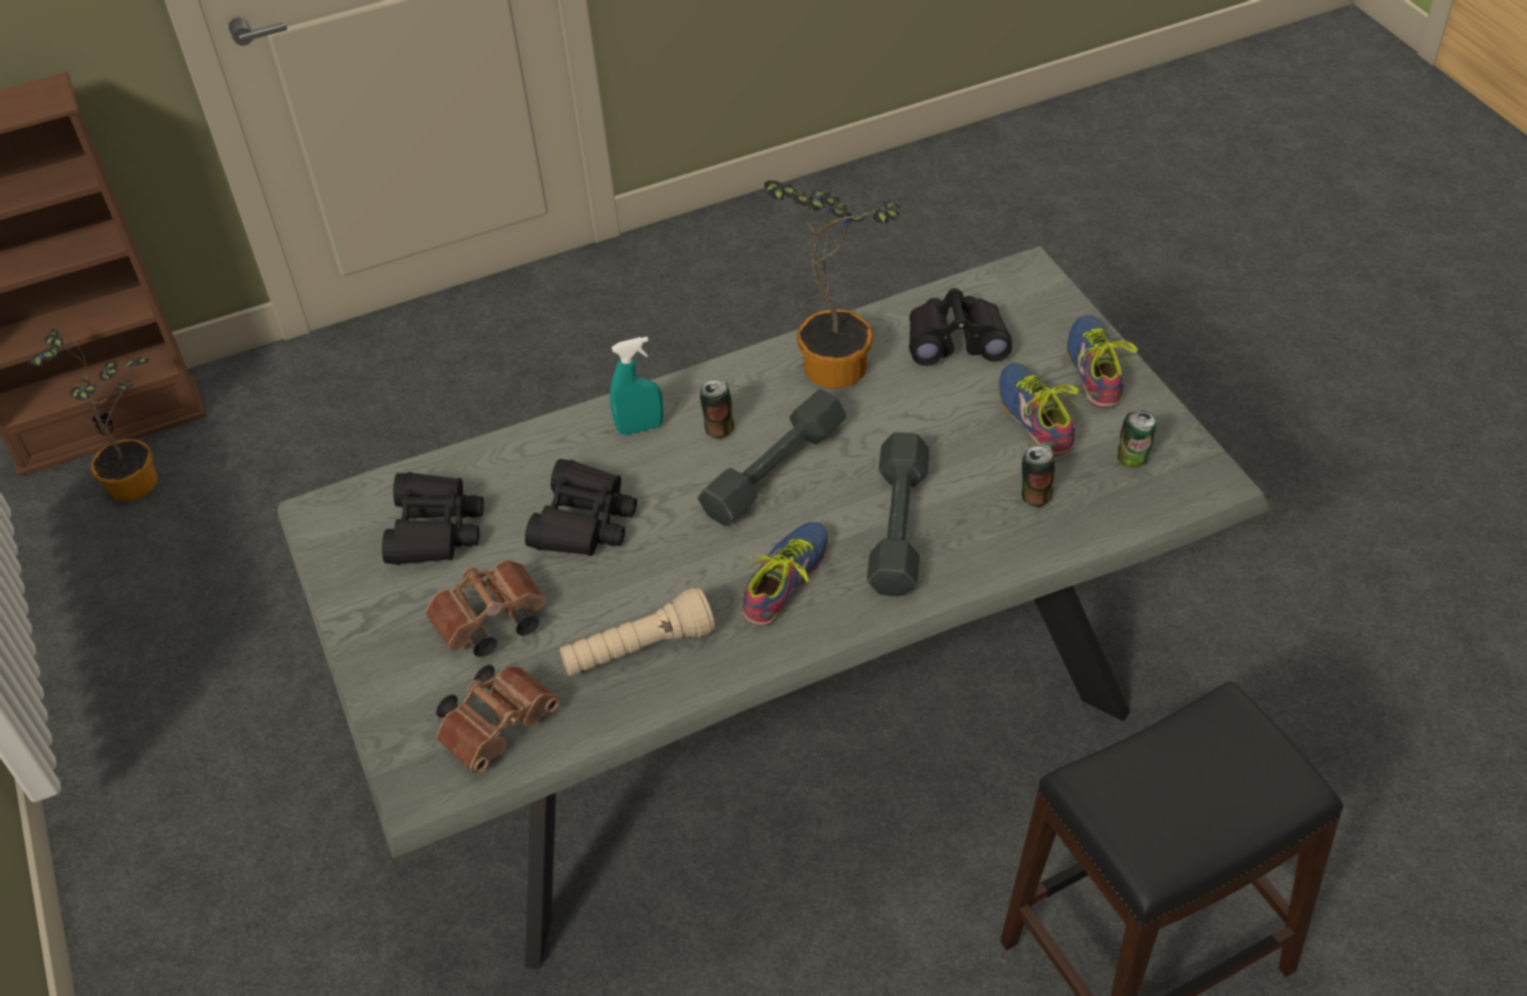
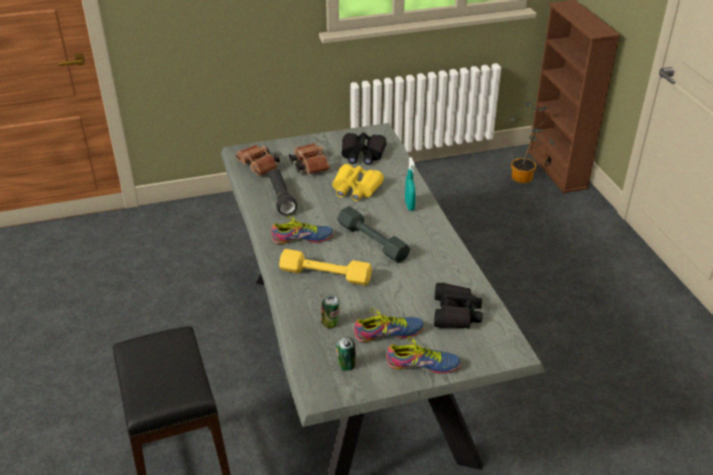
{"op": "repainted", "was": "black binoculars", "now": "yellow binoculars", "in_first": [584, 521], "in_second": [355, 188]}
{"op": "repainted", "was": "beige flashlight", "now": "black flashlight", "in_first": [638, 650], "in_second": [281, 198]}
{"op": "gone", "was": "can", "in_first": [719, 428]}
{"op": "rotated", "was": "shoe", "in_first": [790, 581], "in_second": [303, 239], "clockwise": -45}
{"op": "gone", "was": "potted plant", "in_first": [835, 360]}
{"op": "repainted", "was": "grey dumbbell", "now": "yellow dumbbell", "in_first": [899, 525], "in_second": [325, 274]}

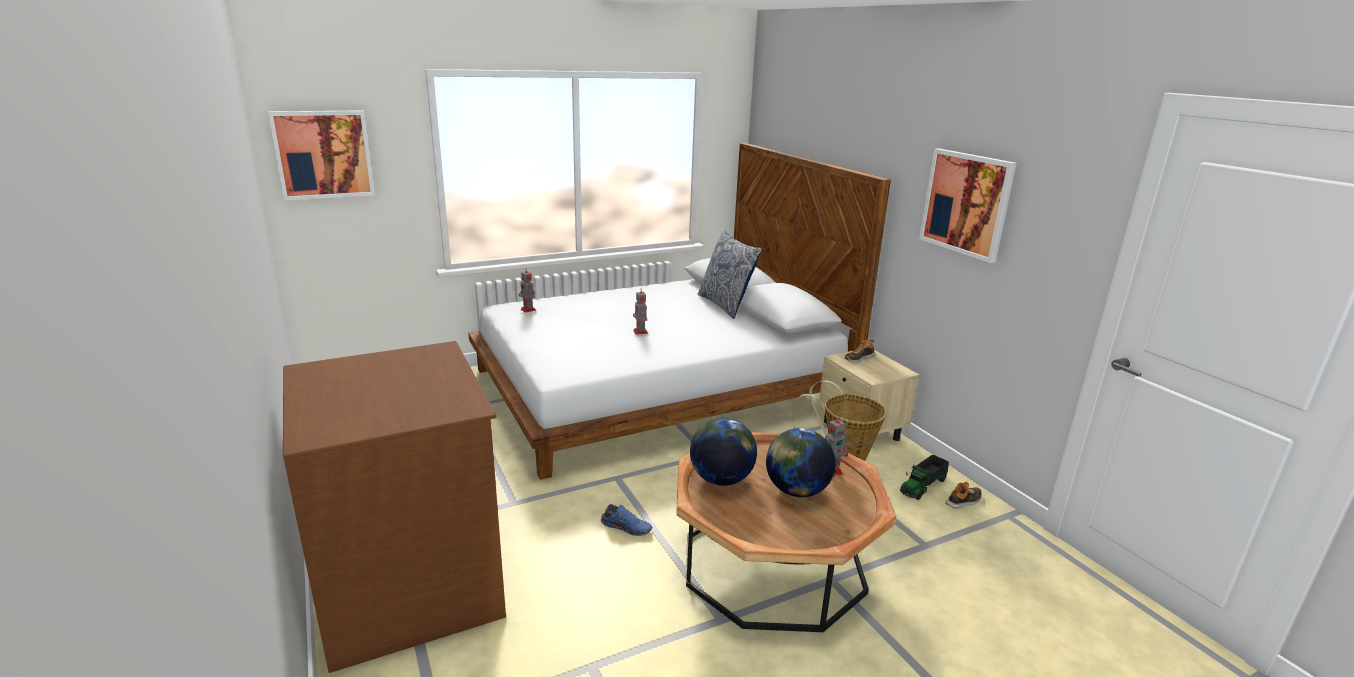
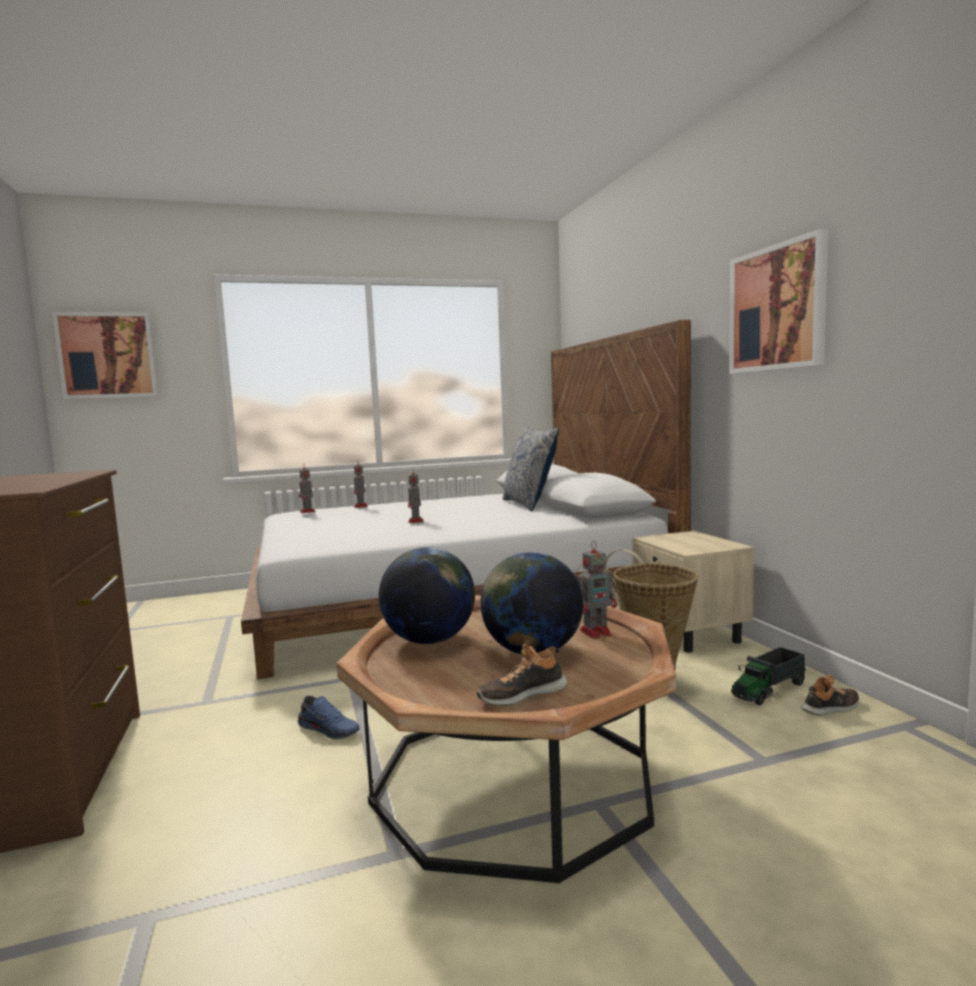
{"op": "shifted", "was": "shoe", "in_first": [859, 358], "in_second": [521, 694]}
{"op": "new", "now": "toy robot", "in_second": [361, 506]}

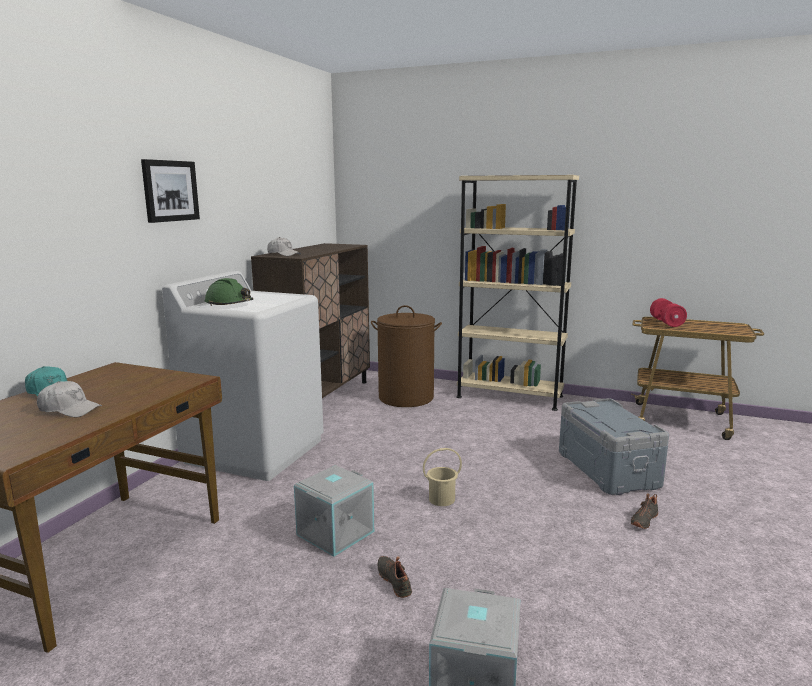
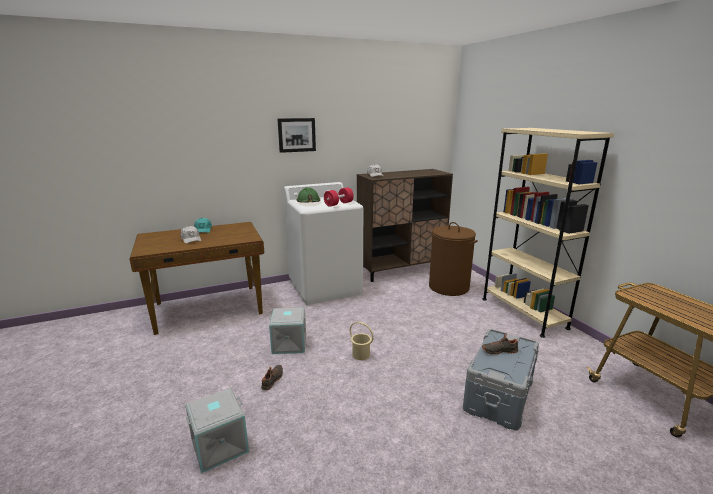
{"op": "shifted", "was": "black shoe", "in_first": [643, 520], "in_second": [499, 350]}
{"op": "shifted", "was": "red dumbbell", "in_first": [666, 322], "in_second": [338, 204]}

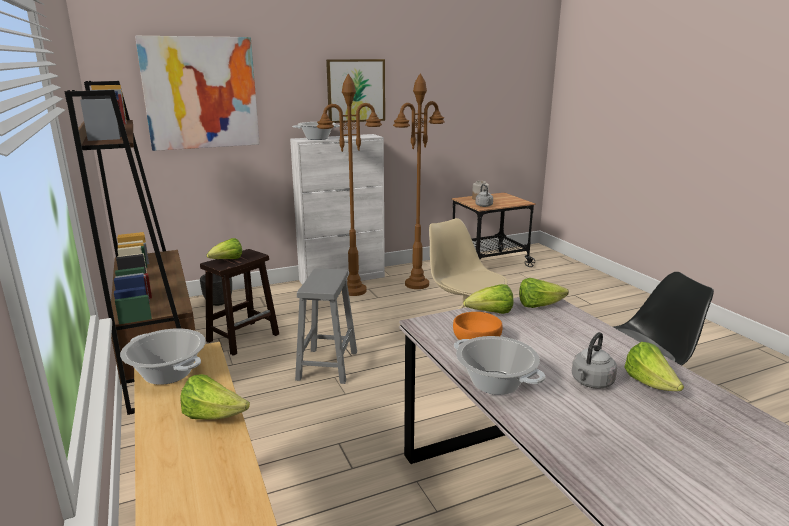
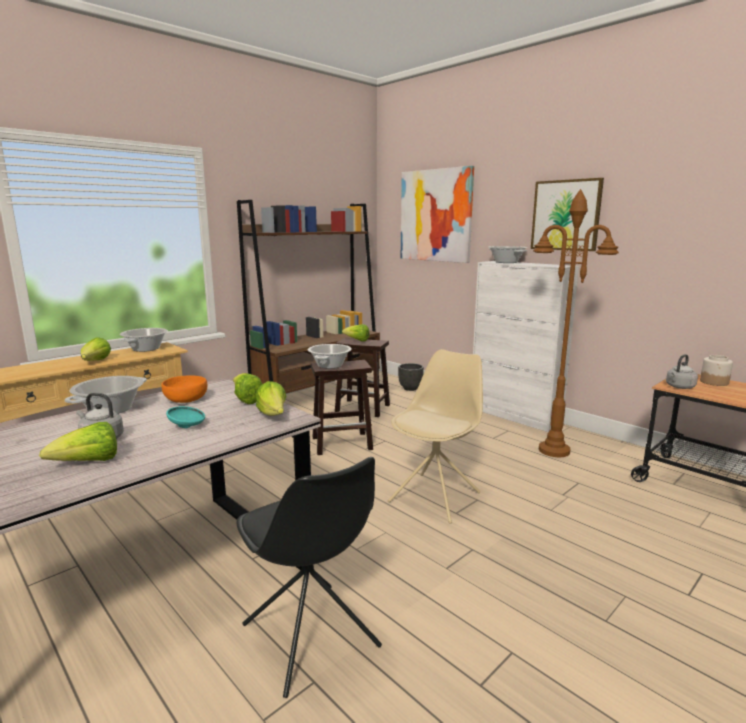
{"op": "repainted", "was": "grey stool", "now": "brown stool", "in_first": [327, 365], "in_second": [343, 443]}
{"op": "gone", "was": "brown floor lamp", "in_first": [354, 291]}
{"op": "new", "now": "turquoise bowl", "in_second": [187, 427]}
{"op": "new", "now": "cooking pot", "in_second": [330, 365]}

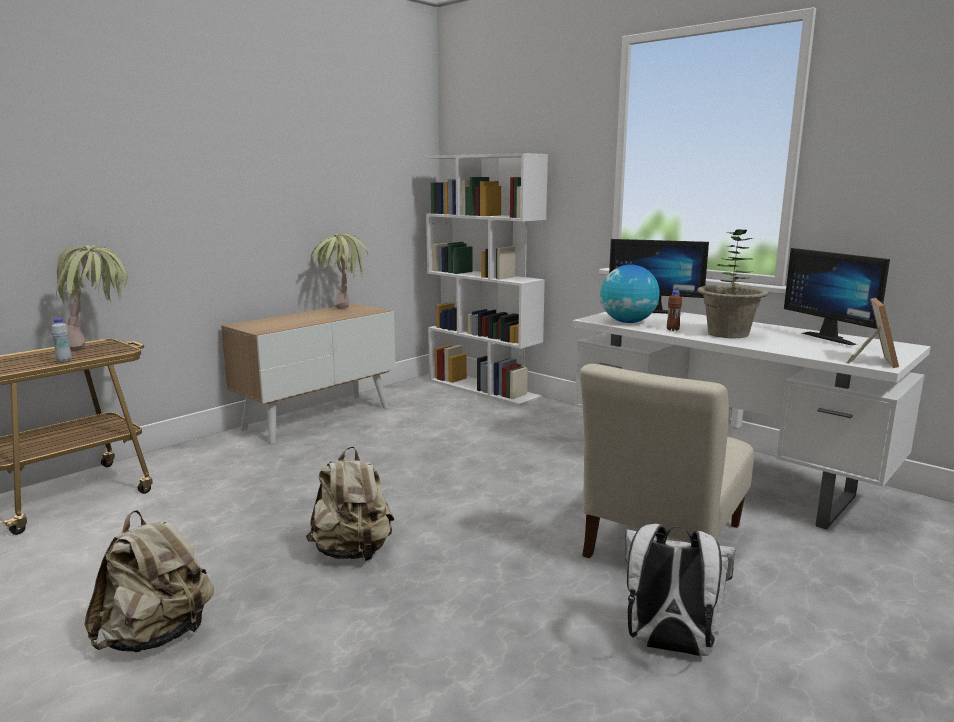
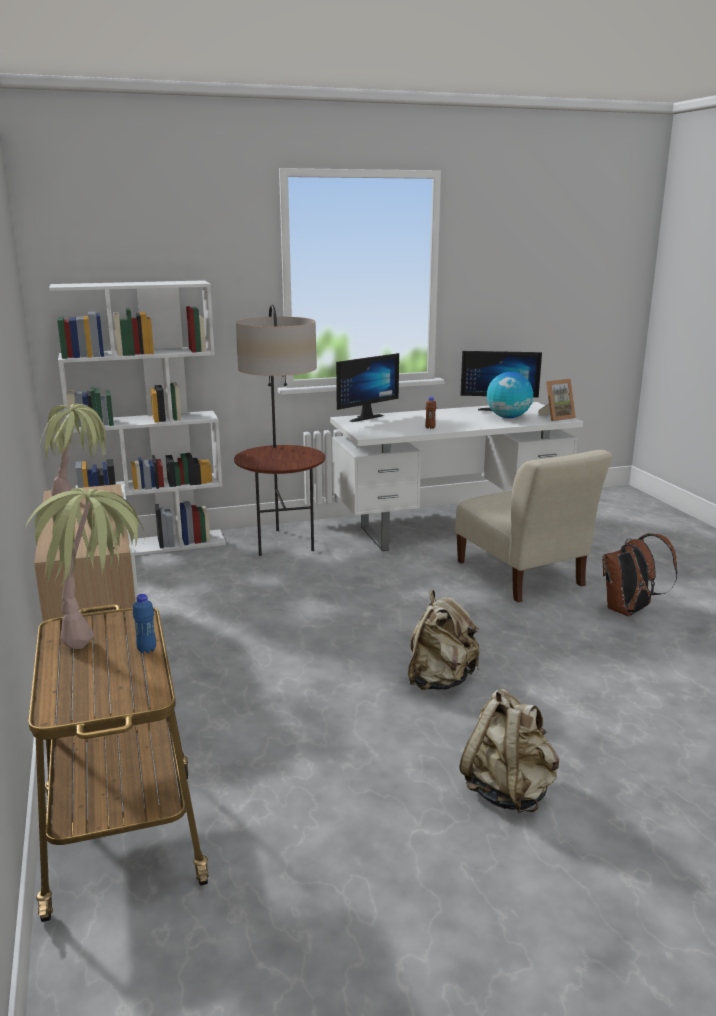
{"op": "repainted", "was": "white bottle", "now": "blue bottle", "in_first": [64, 361], "in_second": [147, 650]}
{"op": "shifted", "was": "globe", "in_first": [627, 322], "in_second": [508, 417]}
{"op": "repainted", "was": "white backpack", "now": "brown backpack", "in_first": [669, 646], "in_second": [629, 611]}
{"op": "gone", "was": "potted plant", "in_first": [728, 334]}
{"op": "rotated", "was": "picture frame", "in_first": [872, 361], "in_second": [556, 418], "clockwise": 105}
{"op": "new", "now": "floor lamp", "in_second": [282, 543]}

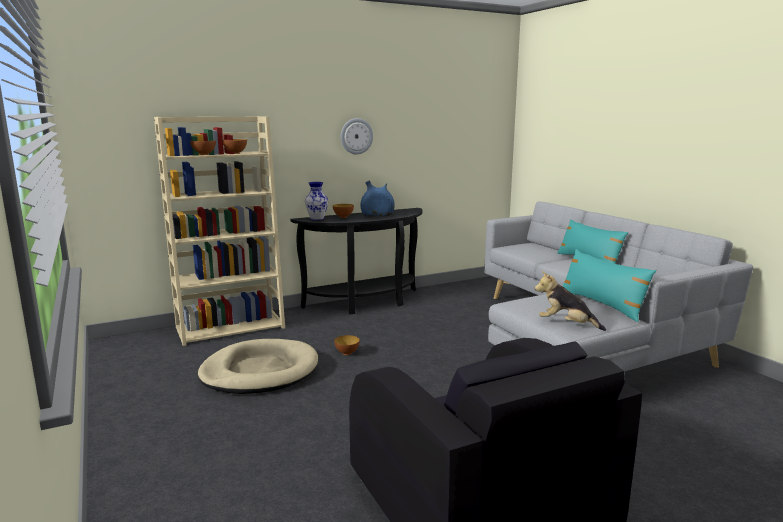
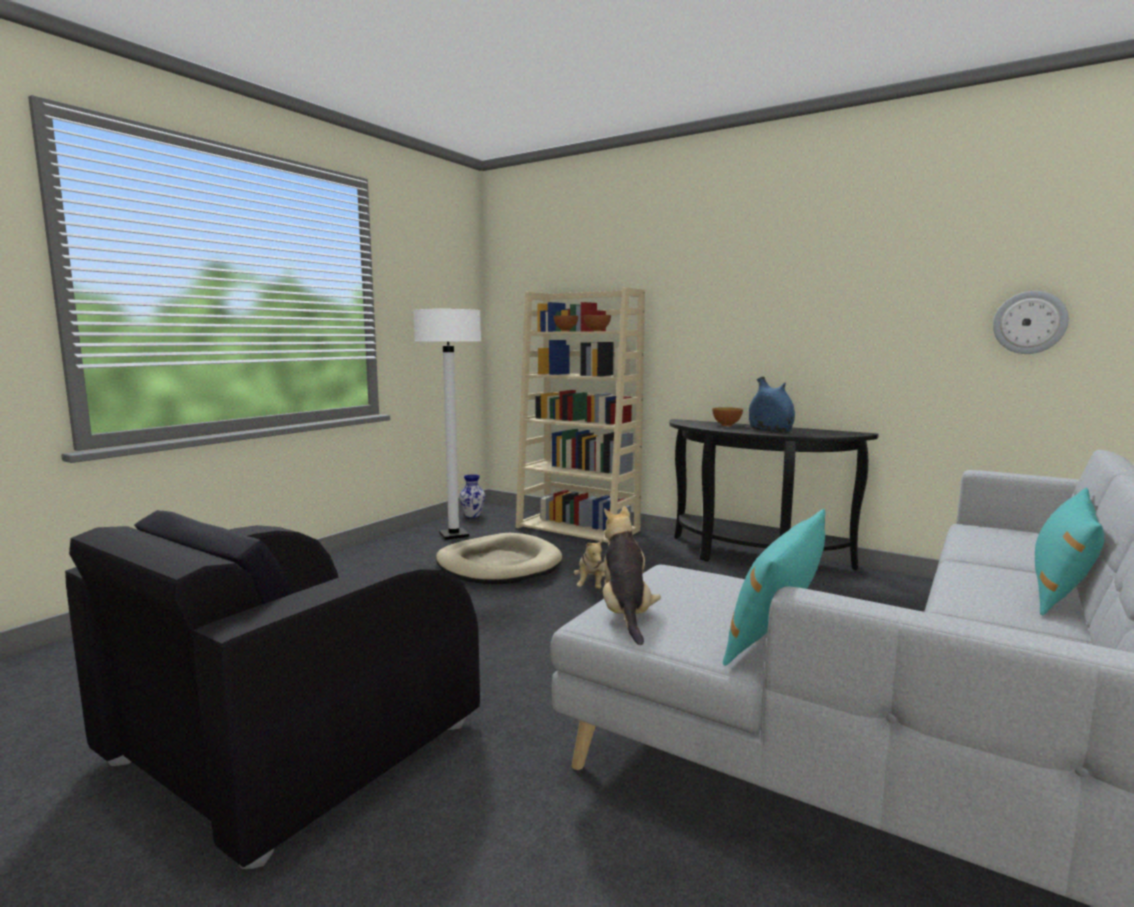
{"op": "shifted", "was": "vase", "in_first": [316, 219], "in_second": [472, 515]}
{"op": "swapped", "was": "bowl", "now": "plush toy", "in_first": [347, 353], "in_second": [591, 586]}
{"op": "shifted", "was": "wall clock", "in_first": [356, 136], "in_second": [1029, 322]}
{"op": "new", "now": "white floor lamp", "in_second": [454, 535]}

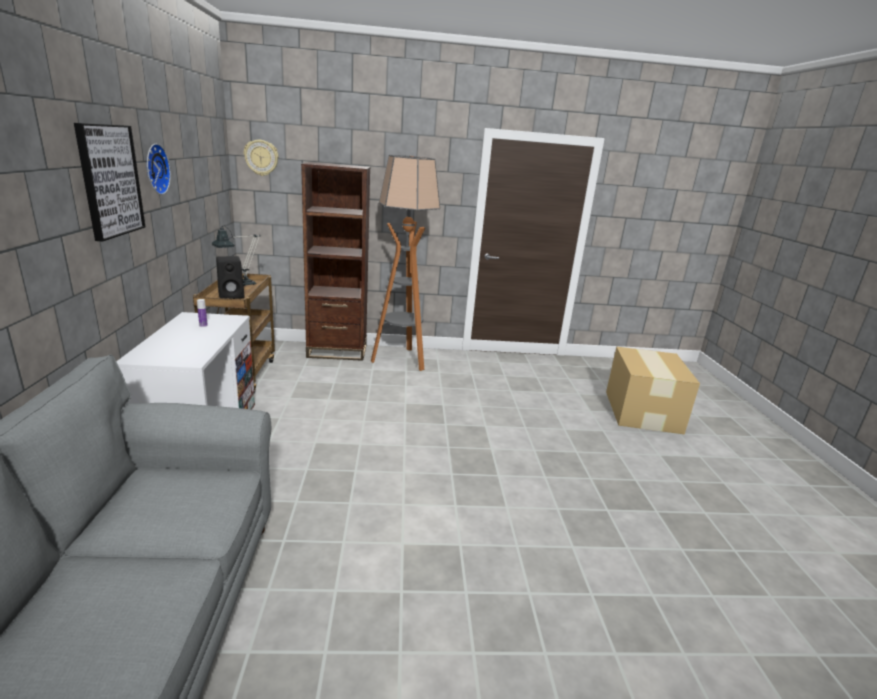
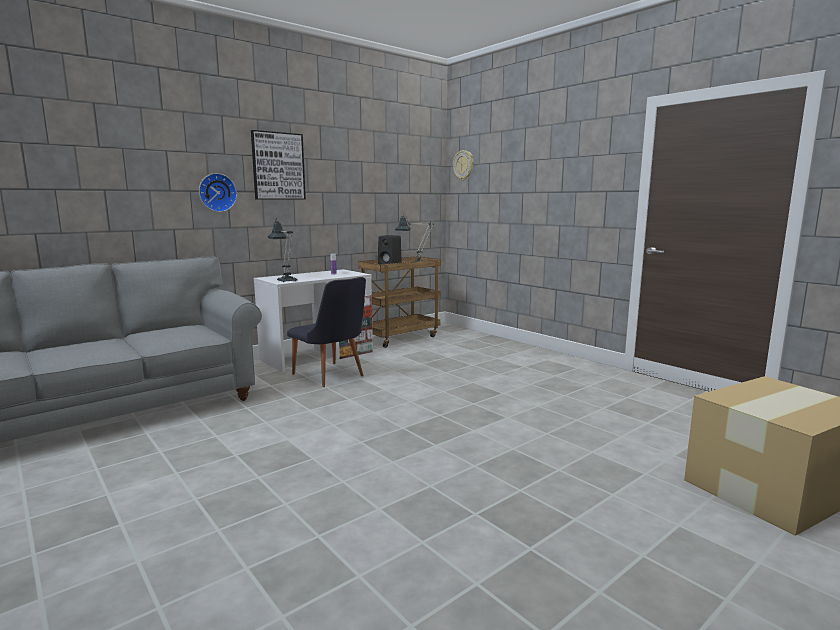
{"op": "shifted", "was": "wall clock", "in_first": [154, 169], "in_second": [217, 192]}
{"op": "gone", "was": "brown bookcase", "in_first": [337, 351]}
{"op": "gone", "was": "floor lamp", "in_first": [401, 360]}
{"op": "new", "now": "table lamp", "in_second": [285, 280]}
{"op": "new", "now": "black chair", "in_second": [331, 376]}

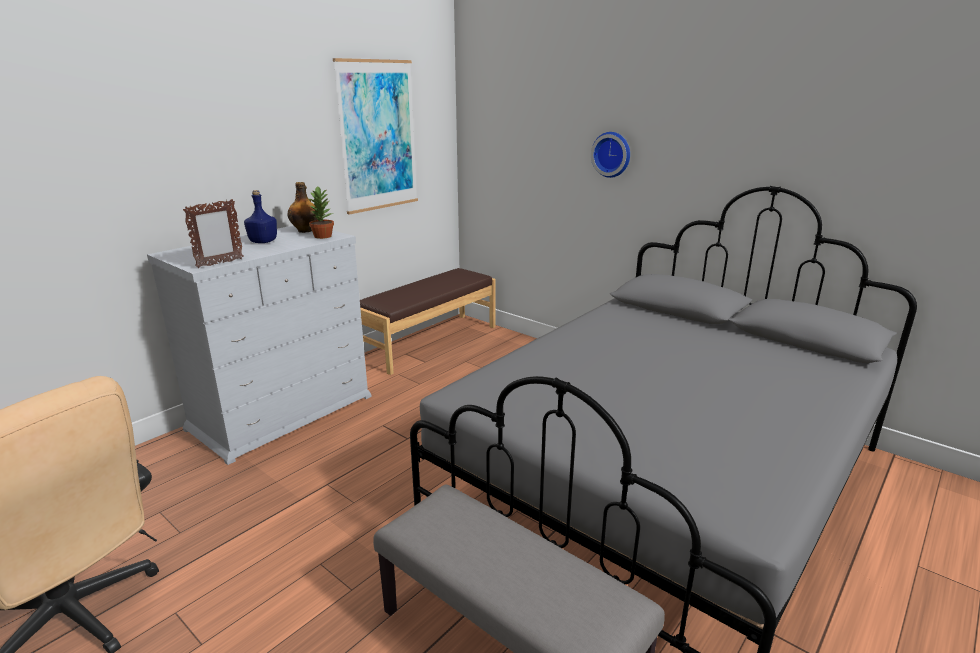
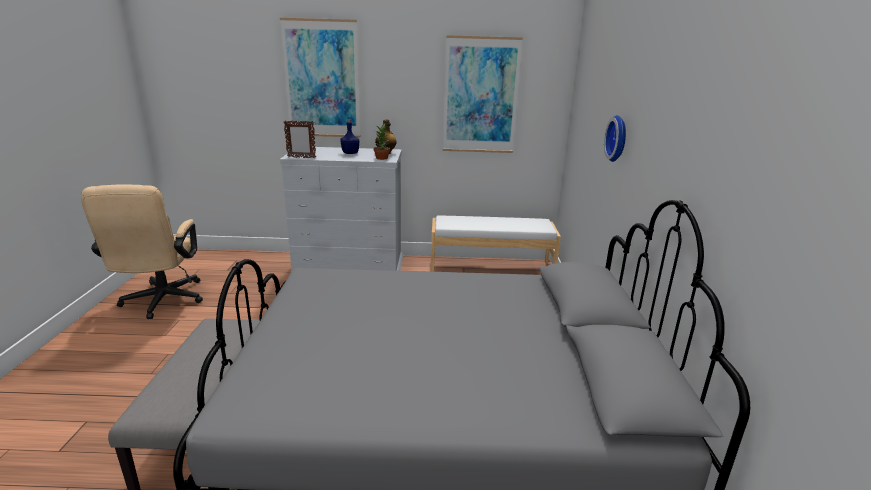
{"op": "repainted", "was": "brown bench", "now": "white bench", "in_first": [429, 342], "in_second": [491, 267]}
{"op": "new", "now": "picture", "in_second": [322, 79]}

